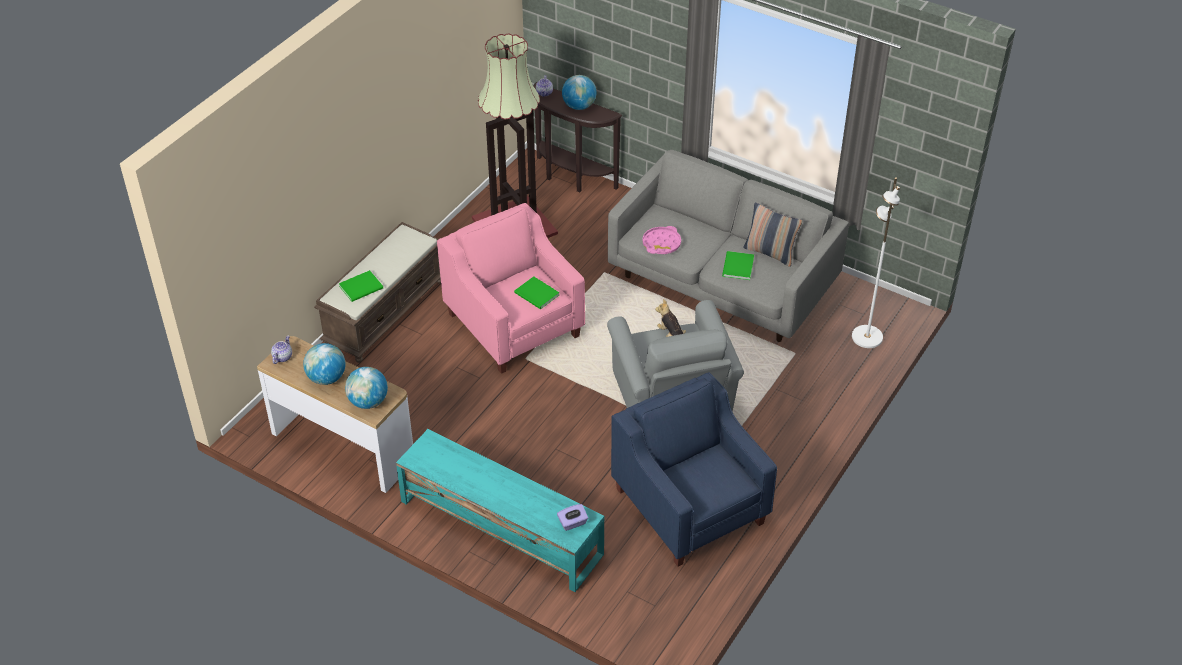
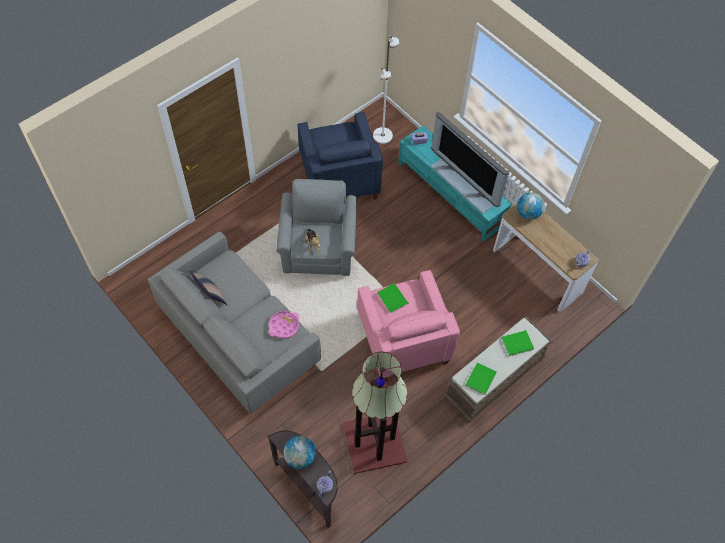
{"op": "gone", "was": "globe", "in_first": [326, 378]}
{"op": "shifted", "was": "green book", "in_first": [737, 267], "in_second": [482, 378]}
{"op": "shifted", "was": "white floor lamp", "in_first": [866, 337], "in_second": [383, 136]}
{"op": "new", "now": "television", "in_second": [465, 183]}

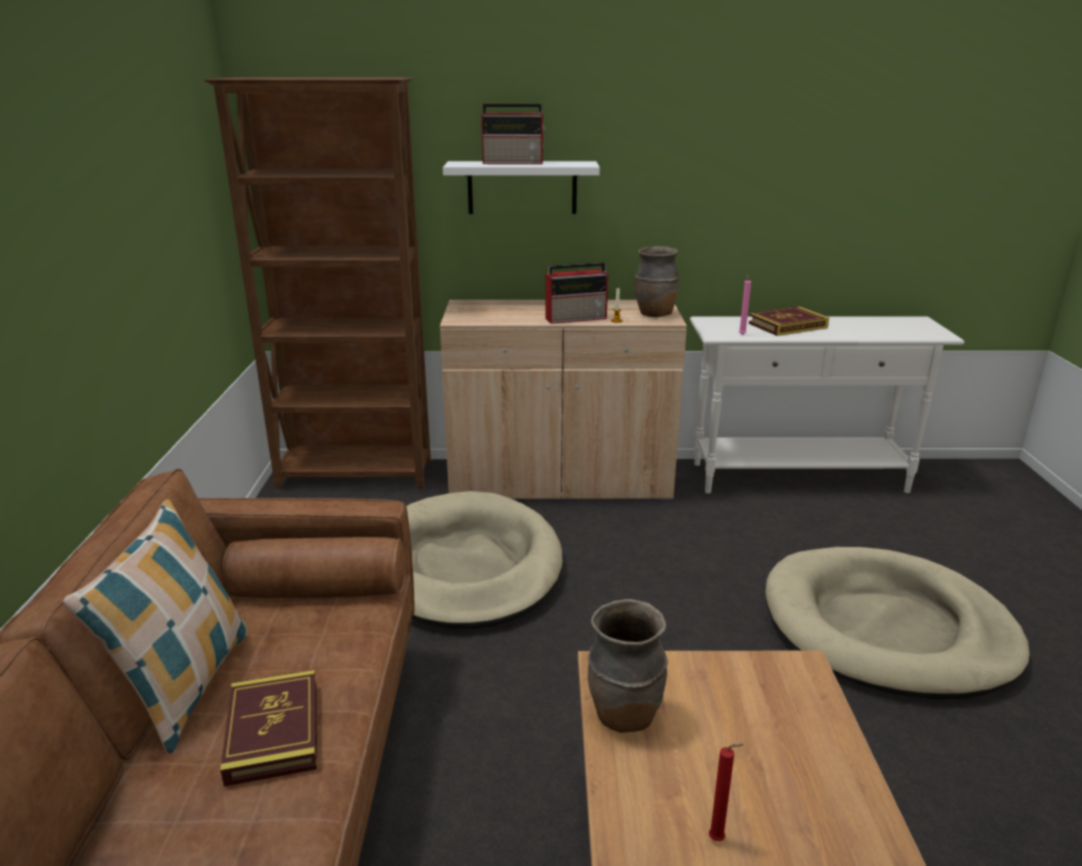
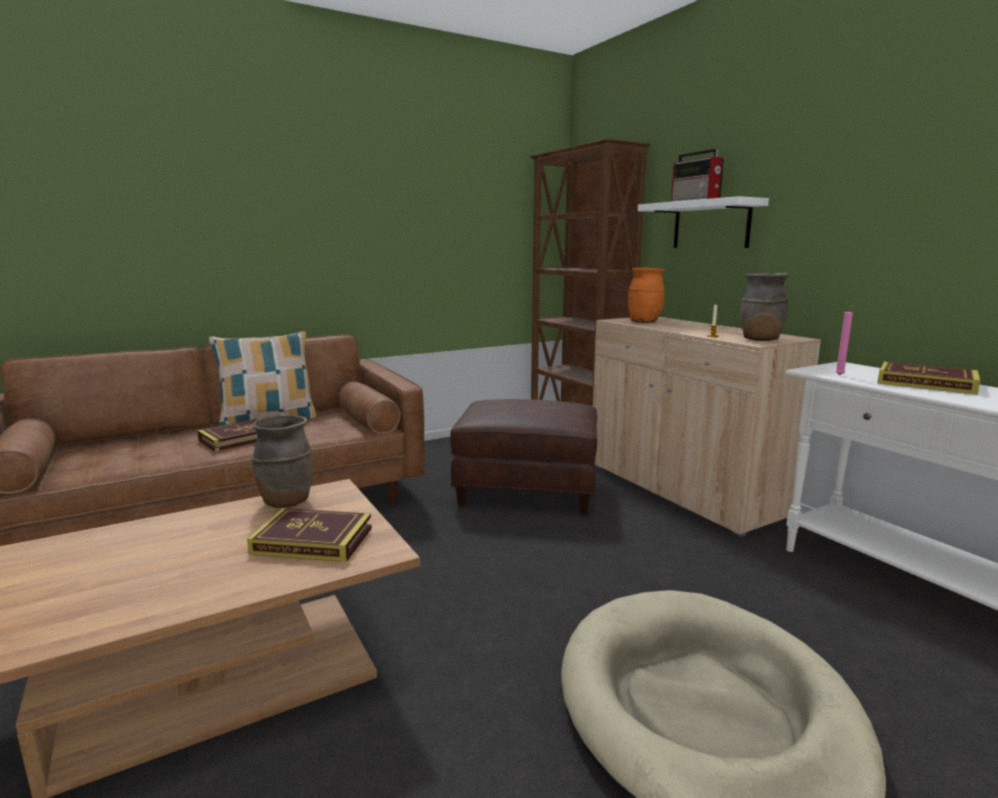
{"op": "swapped", "was": "beige dog bed", "now": "brown ottoman", "in_first": [466, 566], "in_second": [525, 491]}
{"op": "gone", "was": "radio", "in_first": [577, 318]}
{"op": "gone", "was": "red candle", "in_first": [719, 840]}
{"op": "new", "now": "book", "in_second": [313, 541]}
{"op": "new", "now": "orange vase", "in_second": [644, 322]}

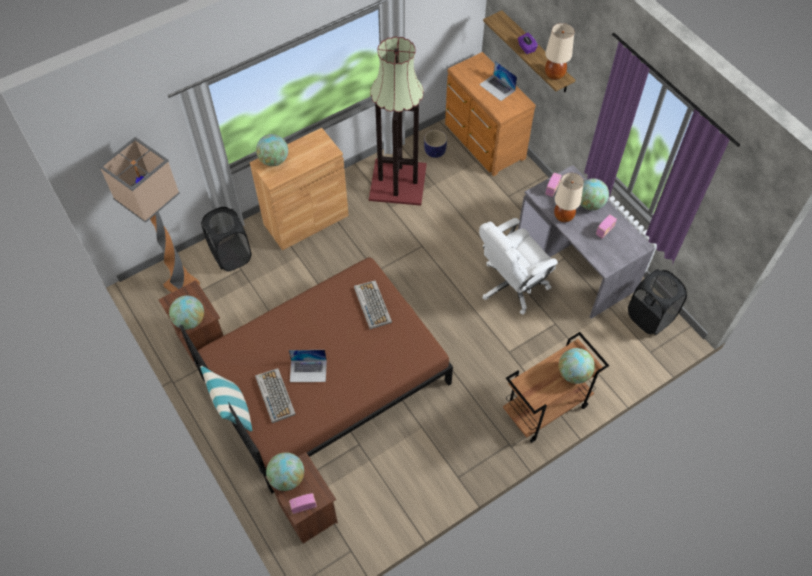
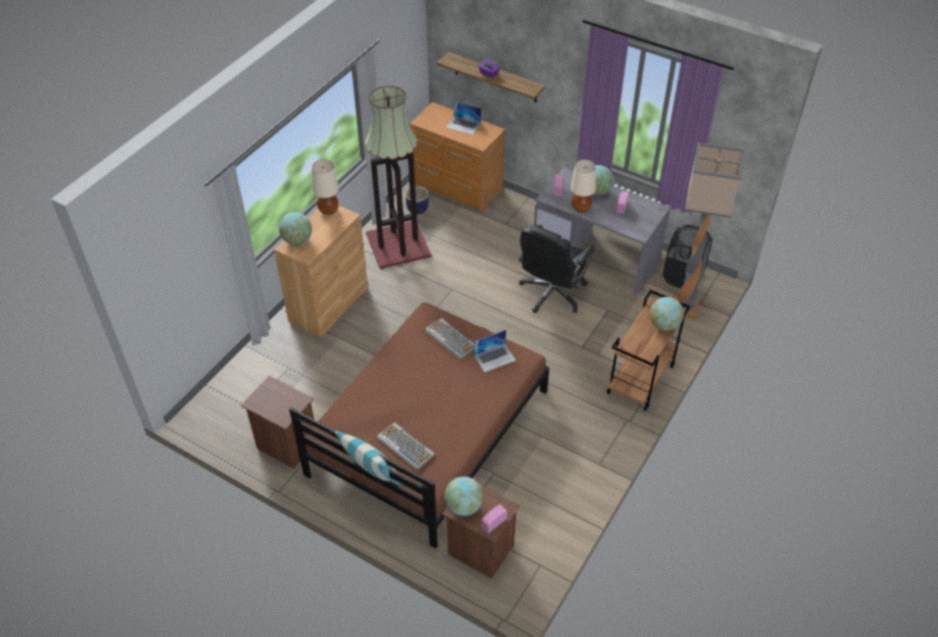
{"op": "shifted", "was": "floor lamp", "in_first": [182, 286], "in_second": [684, 309]}
{"op": "gone", "was": "globe", "in_first": [190, 320]}
{"op": "gone", "was": "black laundry basket", "in_first": [231, 255]}
{"op": "shifted", "was": "laptop", "in_first": [308, 371], "in_second": [495, 357]}
{"op": "repainted", "was": "white office chair", "now": "black office chair", "in_first": [512, 285], "in_second": [552, 293]}
{"op": "shifted", "was": "beige table lamp", "in_first": [554, 75], "in_second": [328, 210]}

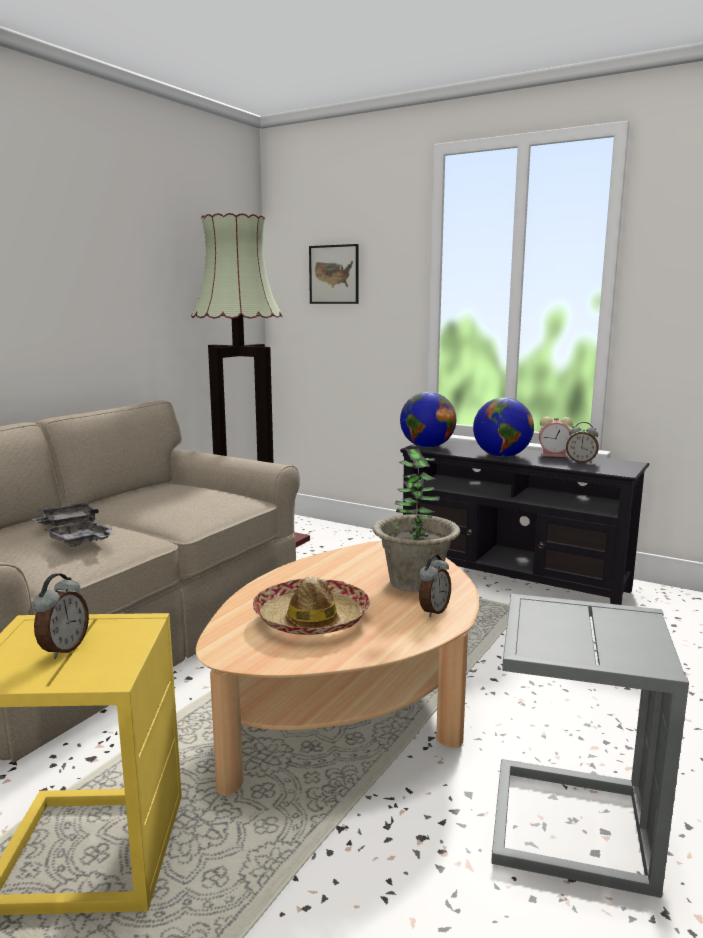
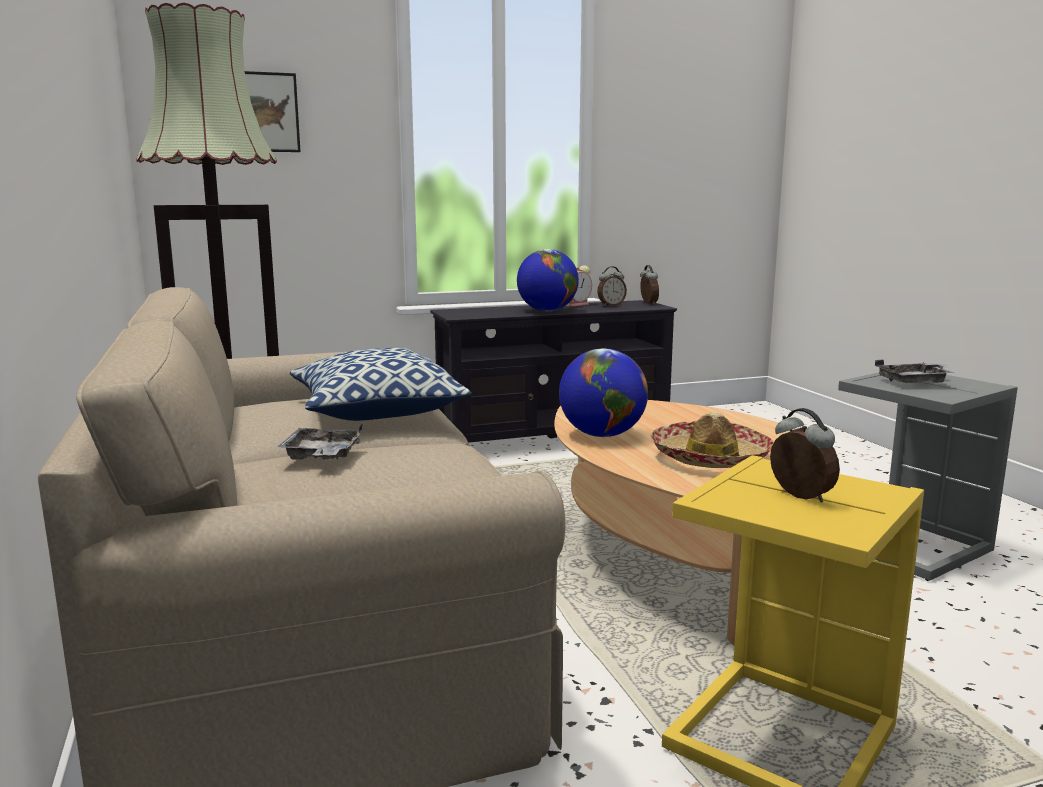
{"op": "shifted", "was": "grey tray", "in_first": [81, 542], "in_second": [915, 382]}
{"op": "gone", "was": "potted plant", "in_first": [414, 582]}
{"op": "shifted", "was": "globe", "in_first": [427, 447], "in_second": [602, 435]}
{"op": "shifted", "was": "alarm clock", "in_first": [433, 611], "in_second": [648, 303]}
{"op": "new", "now": "pillow", "in_second": [376, 410]}

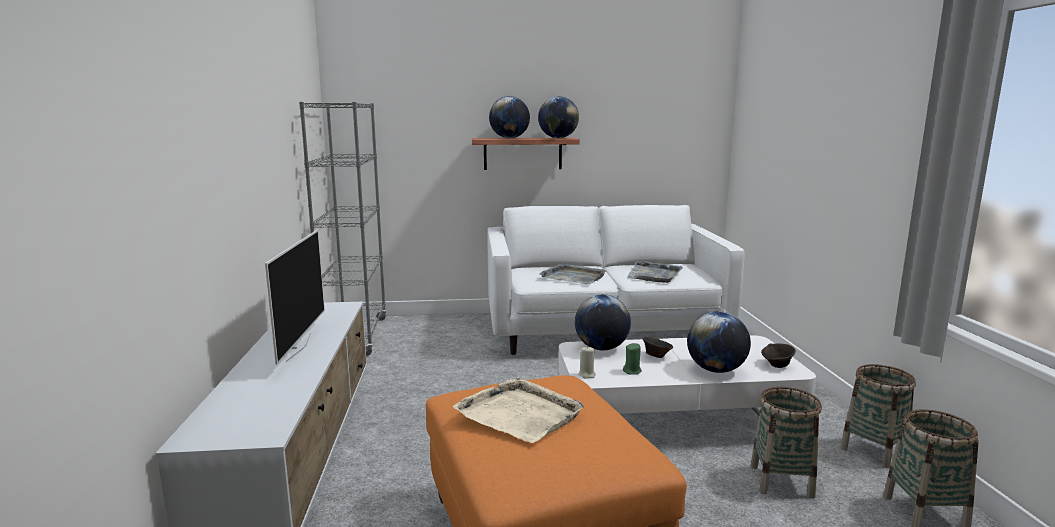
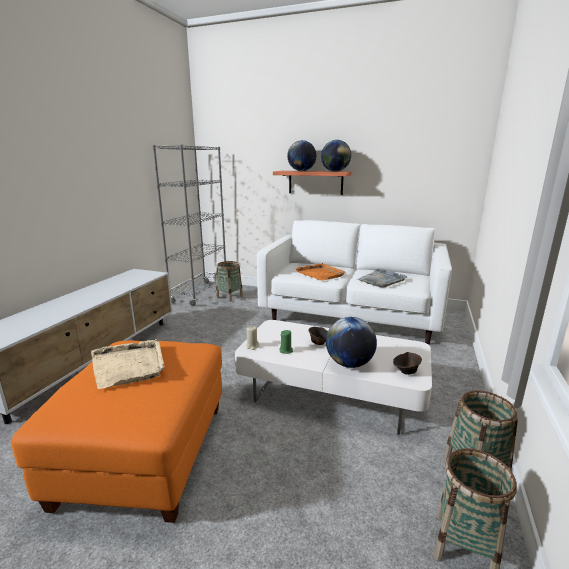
{"op": "gone", "was": "television", "in_first": [297, 347]}
{"op": "repainted", "was": "grey tray", "now": "orange tray", "in_first": [573, 277], "in_second": [320, 274]}
{"op": "gone", "was": "globe", "in_first": [601, 348]}
{"op": "shifted", "was": "basket", "in_first": [781, 481], "in_second": [229, 297]}

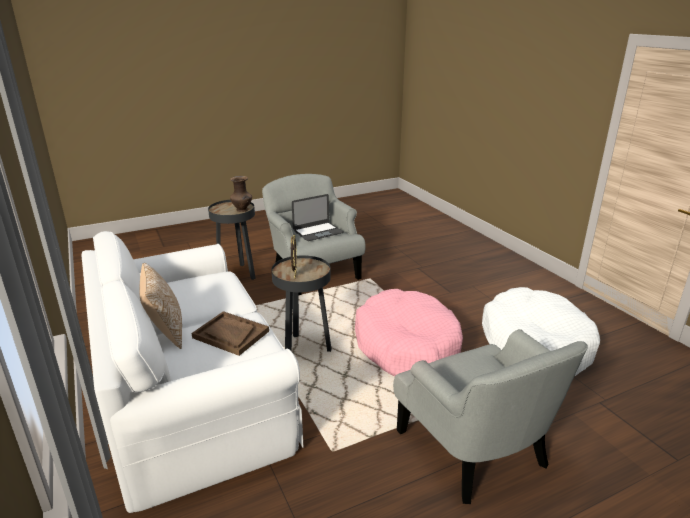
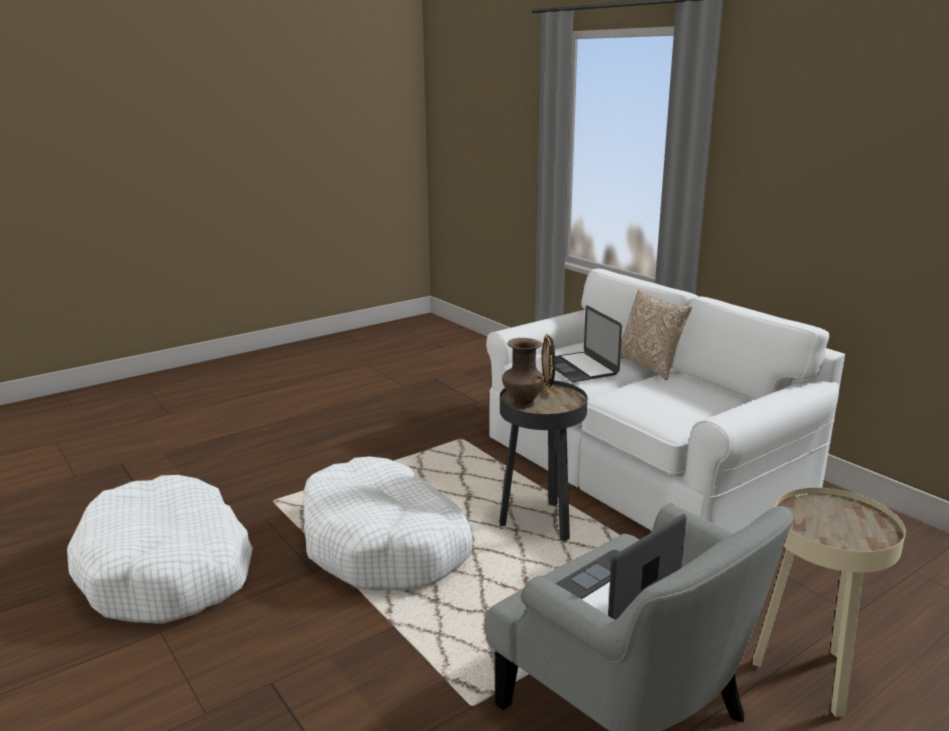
{"op": "swapped", "was": "brown tray", "now": "laptop", "in_first": [230, 334], "in_second": [579, 367]}
{"op": "repainted", "was": "black side table", "now": "beige side table", "in_first": [238, 274], "in_second": [810, 677]}
{"op": "shifted", "was": "brown vase", "in_first": [242, 210], "in_second": [522, 403]}
{"op": "repainted", "was": "pink dog bed", "now": "white dog bed", "in_first": [406, 346], "in_second": [385, 544]}
{"op": "gone", "was": "grey armchair", "in_first": [475, 448]}

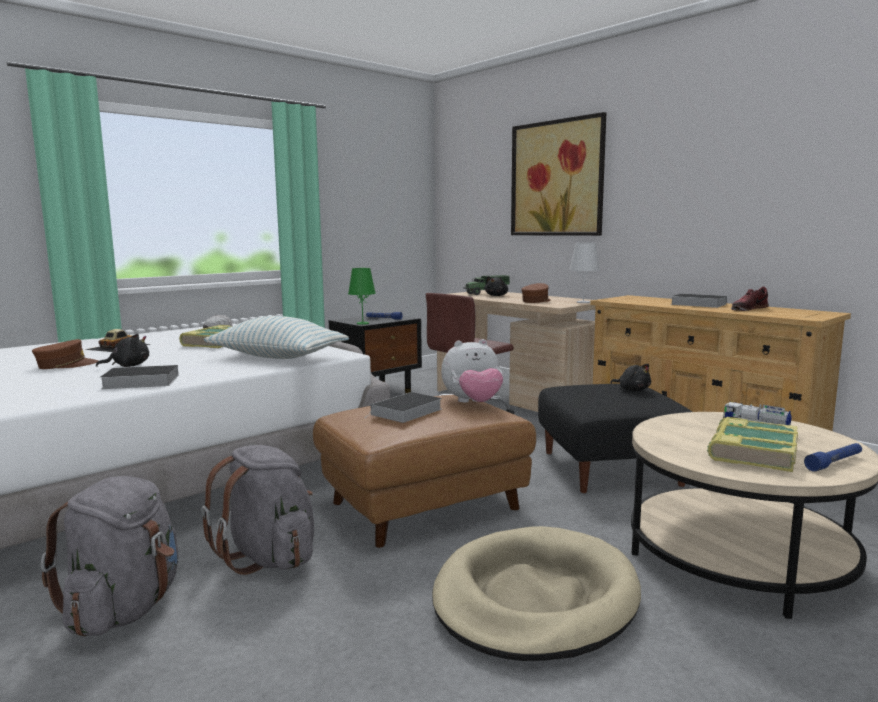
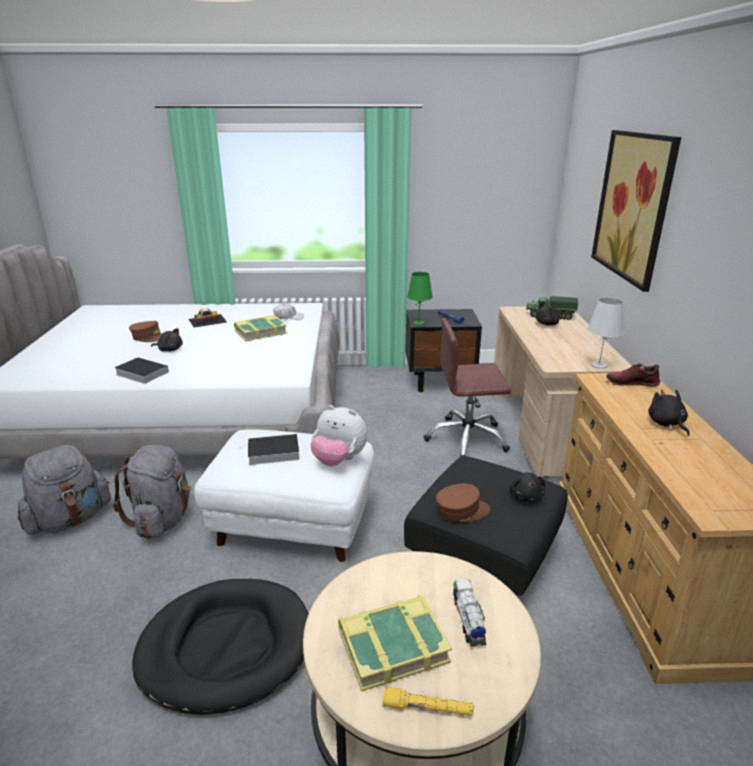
{"op": "gone", "was": "pillow", "in_first": [277, 357]}
{"op": "repainted", "was": "brown ottoman", "now": "white ottoman", "in_first": [424, 505], "in_second": [294, 522]}
{"op": "repainted", "was": "beige dog bed", "now": "black dog bed", "in_first": [534, 599], "in_second": [226, 647]}
{"op": "shifted", "was": "brown cap", "in_first": [536, 301], "in_second": [461, 511]}
{"op": "swapped", "was": "book", "now": "black plush toy", "in_first": [696, 304], "in_second": [666, 424]}
{"op": "shifted", "was": "shoe", "in_first": [748, 309], "in_second": [631, 382]}
{"op": "repainted", "was": "blue flashlight", "now": "yellow flashlight", "in_first": [834, 463], "in_second": [427, 708]}

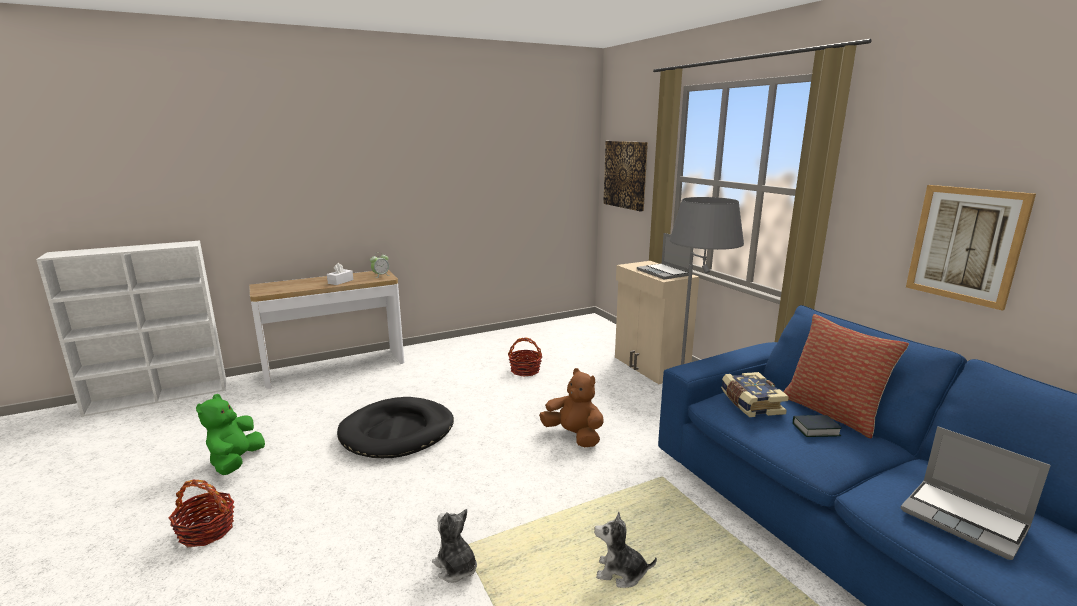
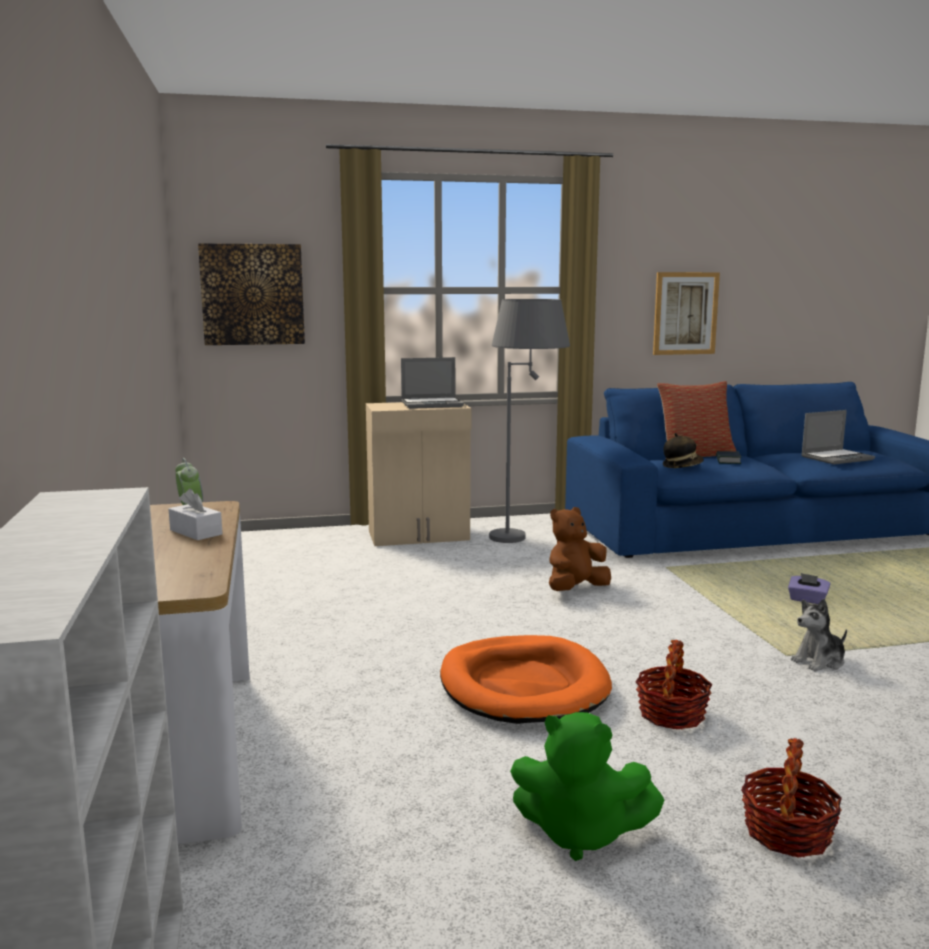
{"op": "repainted", "was": "black dog bed", "now": "orange dog bed", "in_first": [397, 432], "in_second": [523, 686]}
{"op": "shifted", "was": "basket", "in_first": [525, 370], "in_second": [671, 714]}
{"op": "swapped", "was": "plush toy", "now": "purple tissue box", "in_first": [620, 573], "in_second": [807, 600]}
{"op": "swapped", "was": "book", "now": "hat", "in_first": [750, 403], "in_second": [682, 466]}

